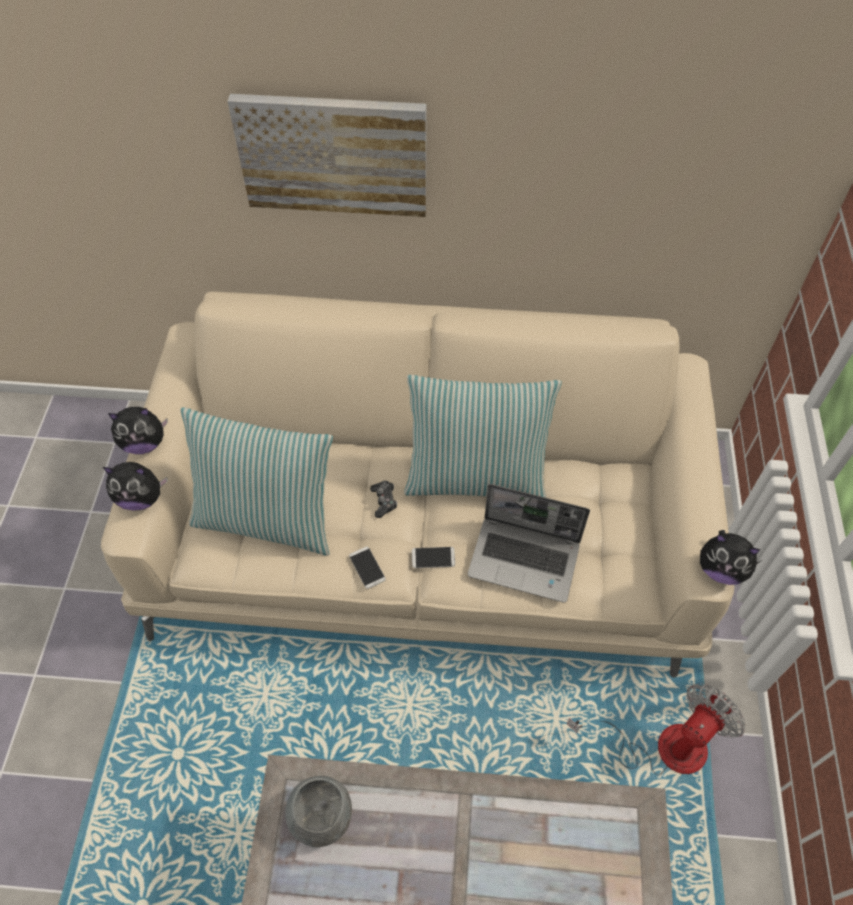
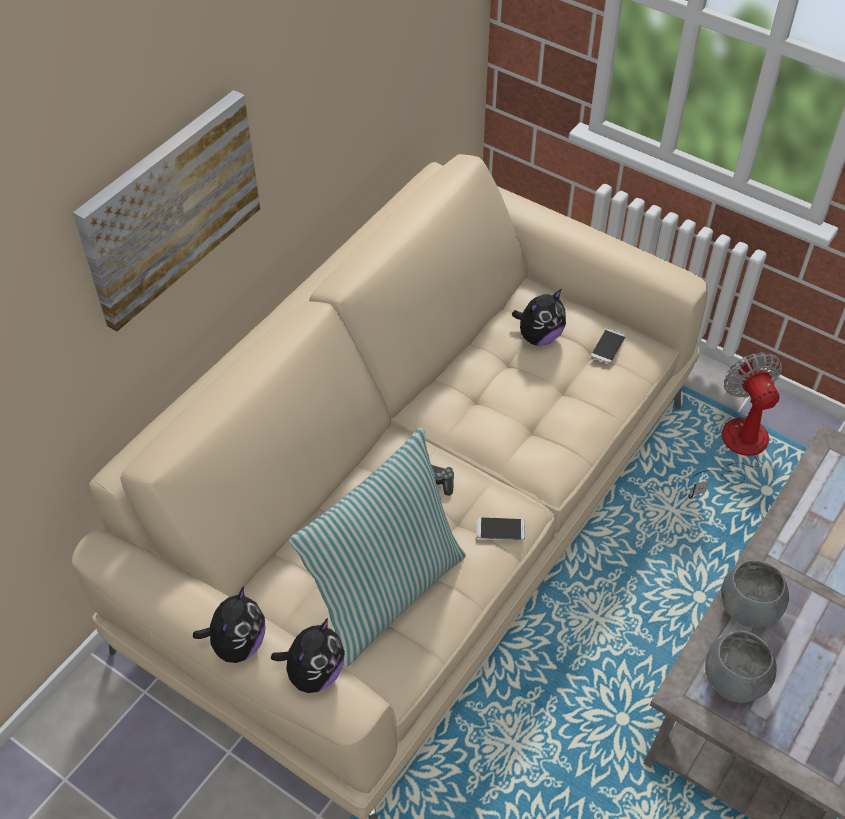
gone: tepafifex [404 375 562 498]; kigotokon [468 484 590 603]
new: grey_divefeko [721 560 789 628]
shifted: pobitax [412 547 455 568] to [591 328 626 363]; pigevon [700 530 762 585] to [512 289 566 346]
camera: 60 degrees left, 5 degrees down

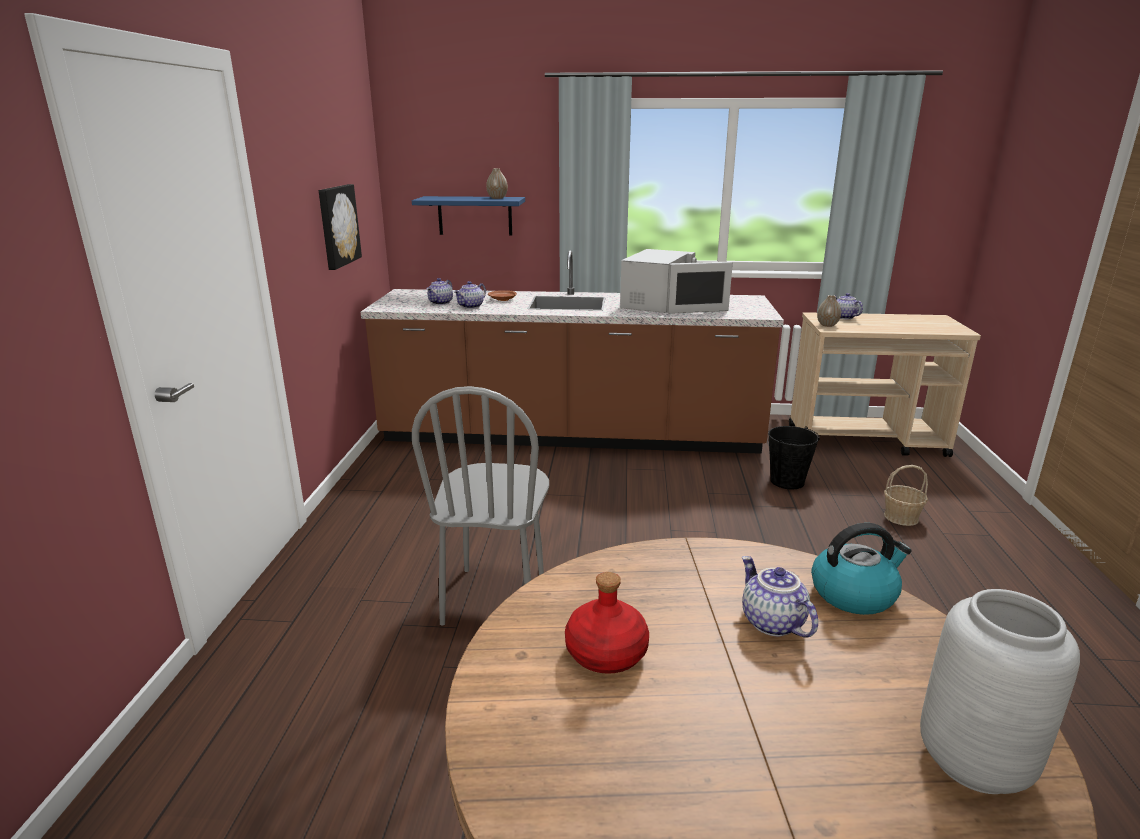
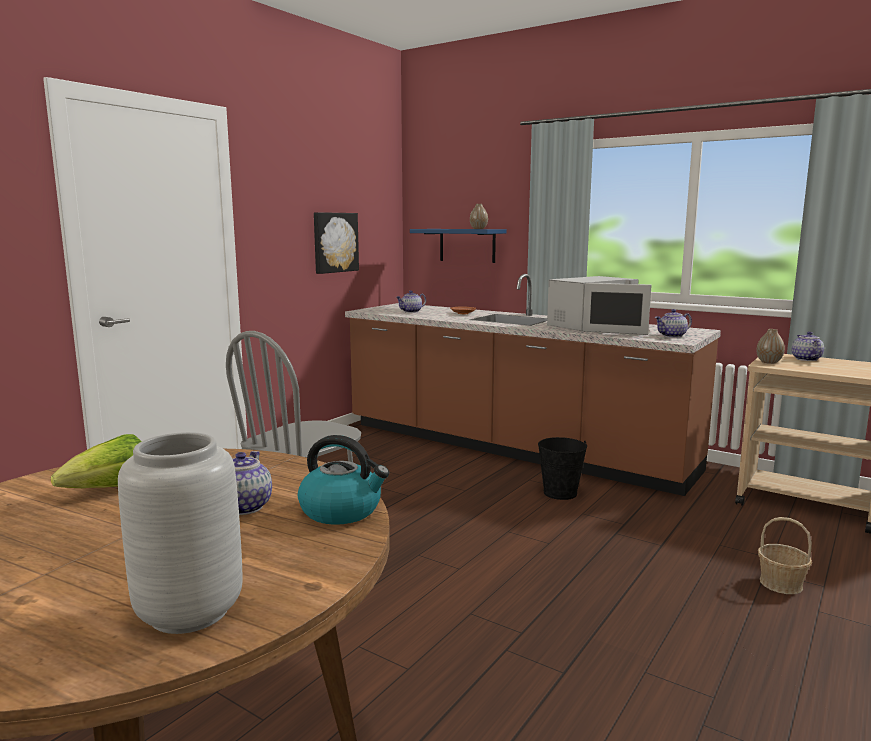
shifted: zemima [454 281 486 309] to [655 309 692 338]; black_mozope [768 426 820 489] to [538 437 587 500]
swapped: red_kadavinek [565 572 649 674] to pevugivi [51 434 142 488]
camera: 30 degrees right, 10 degrees down

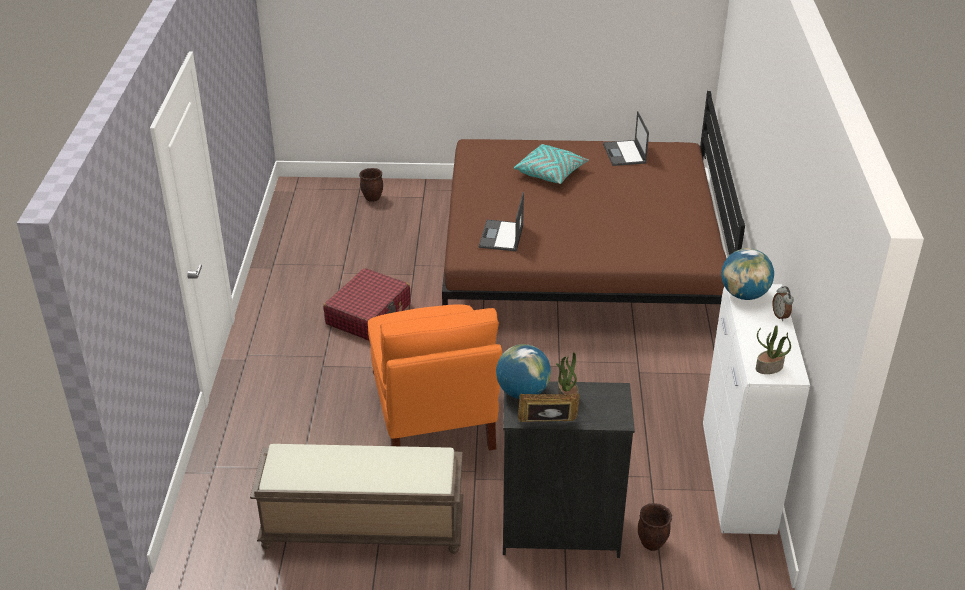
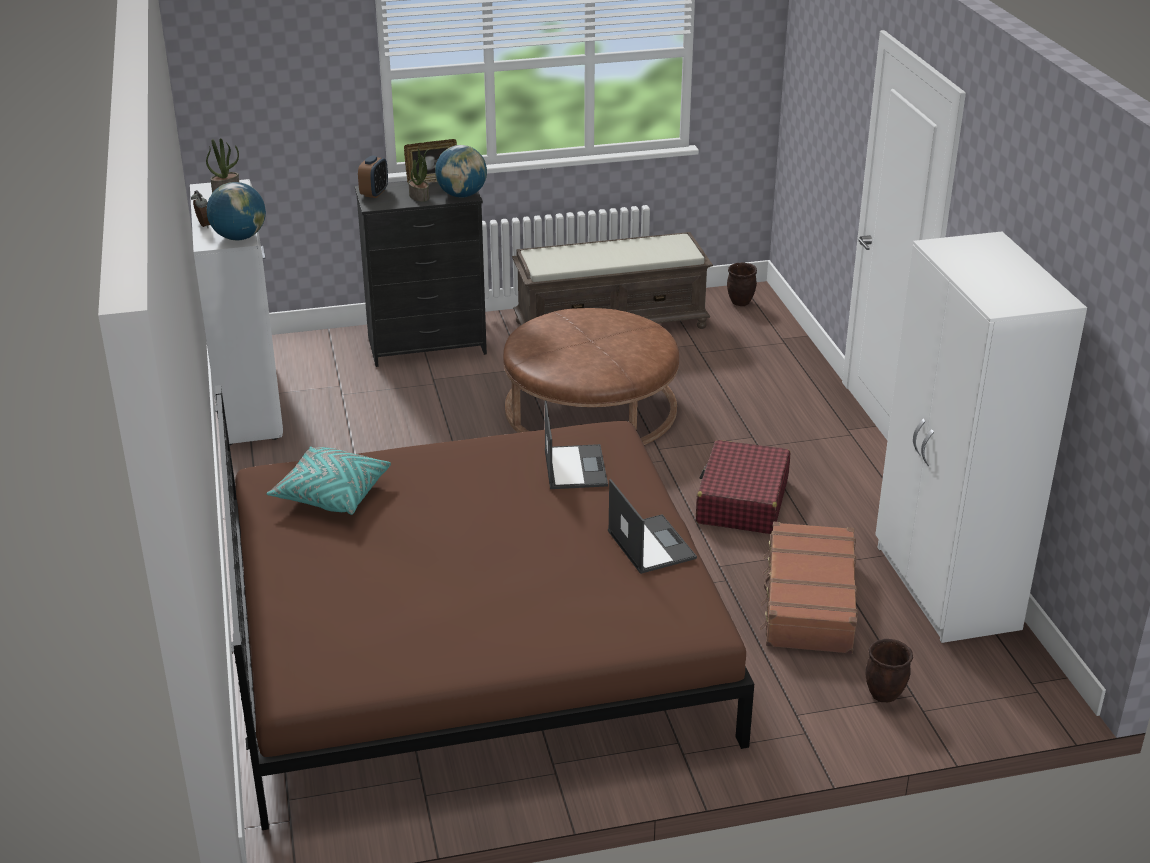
new: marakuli [358 156 388 198]; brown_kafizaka [760 522 858 654]; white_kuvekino [875 232 1087 643]
shifted: turquoise_tepafifex [514 144 589 184] to [267 446 391 515]; kigotokon [603 111 649 166] to [608 479 697 574]; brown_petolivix [638 503 672 551] to [727 262 757 306]
swapped: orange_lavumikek [368 304 502 451] to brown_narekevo [503 308 679 445]
camera: 165 degrees right, 5 degrees down

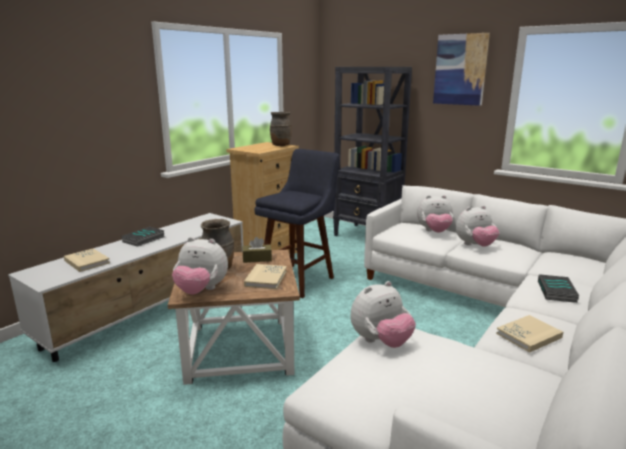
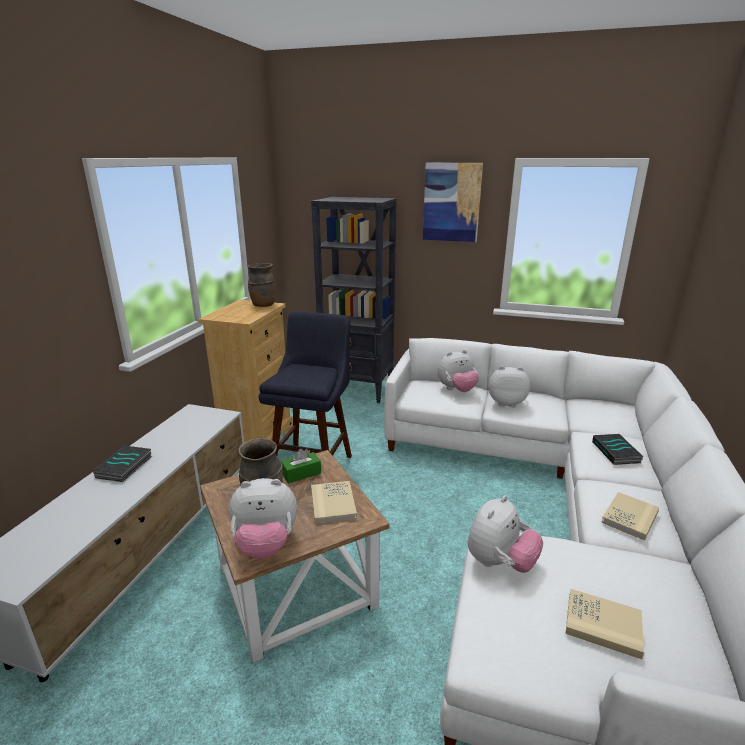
shifted: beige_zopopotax [64 248 110 272] to [565 589 644 659]
repainted: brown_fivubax [242 237 272 263] to green_fivubax [281 449 321 483]
rotated: pigevon [456 206 499 247] = [488 366 530 407] 135 degrees counterclockwise
camera: 20 degrees left, 5 degrees up

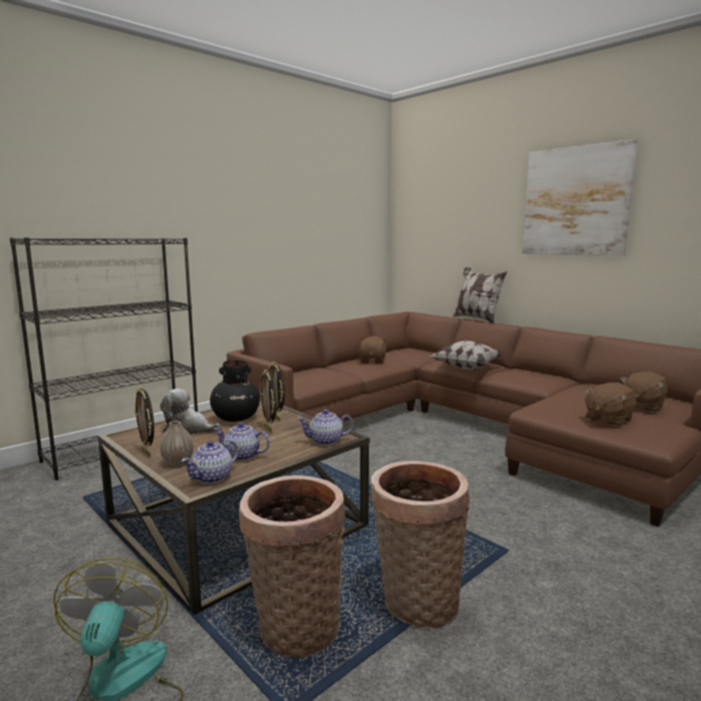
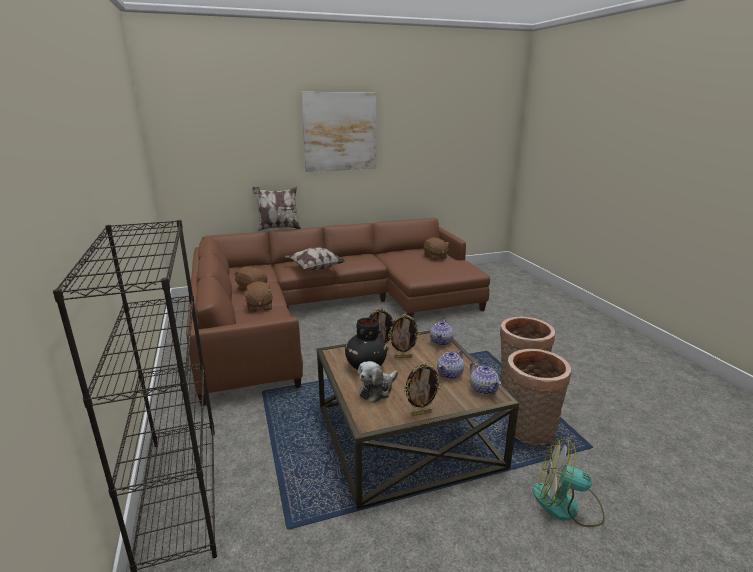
gone: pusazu [160 421 194 466]
shifted: brown_pigevon [584 382 636 426] to [243 281 273 312]
camera: 65 degrees left, 10 degrees up

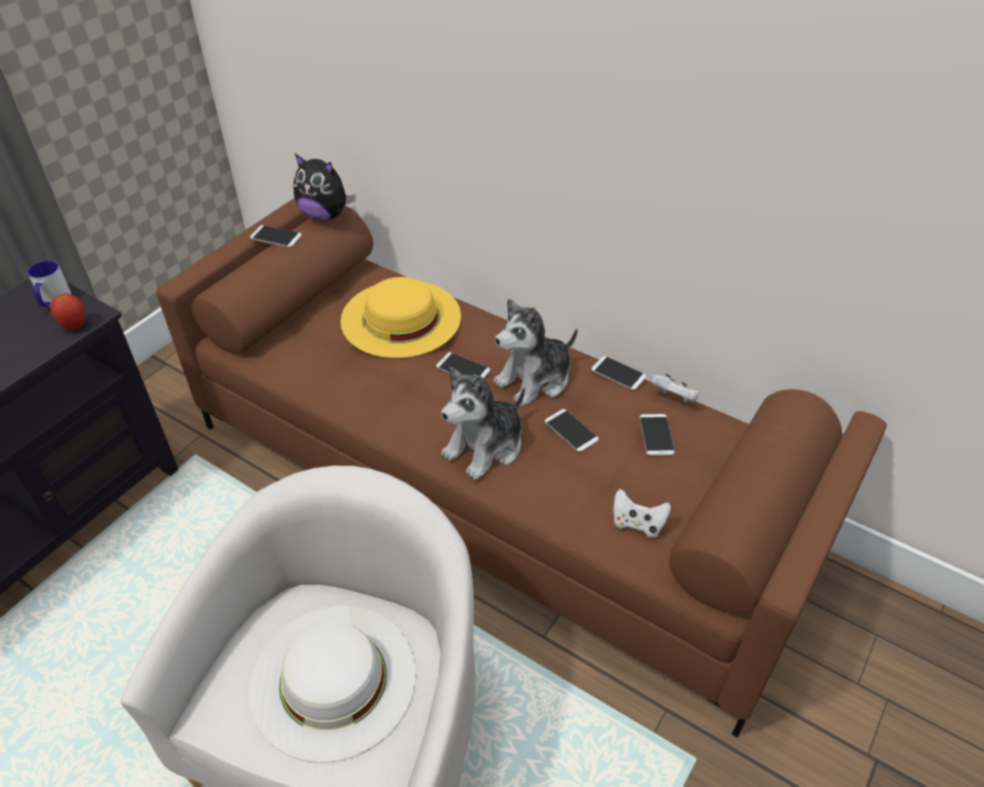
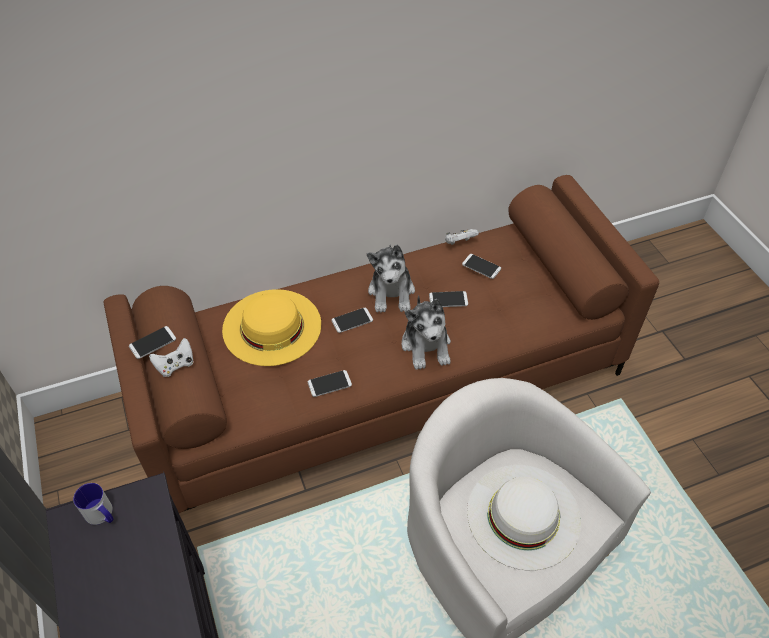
gone: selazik [50 293 85 330]; pigevon [293 154 356 221]
shifted: pobitax [591 356 646 390] to [308 370 352 397]; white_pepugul [613 489 671 538] to [149 338 194 377]
camera: 55 degrees left, 5 degrees up

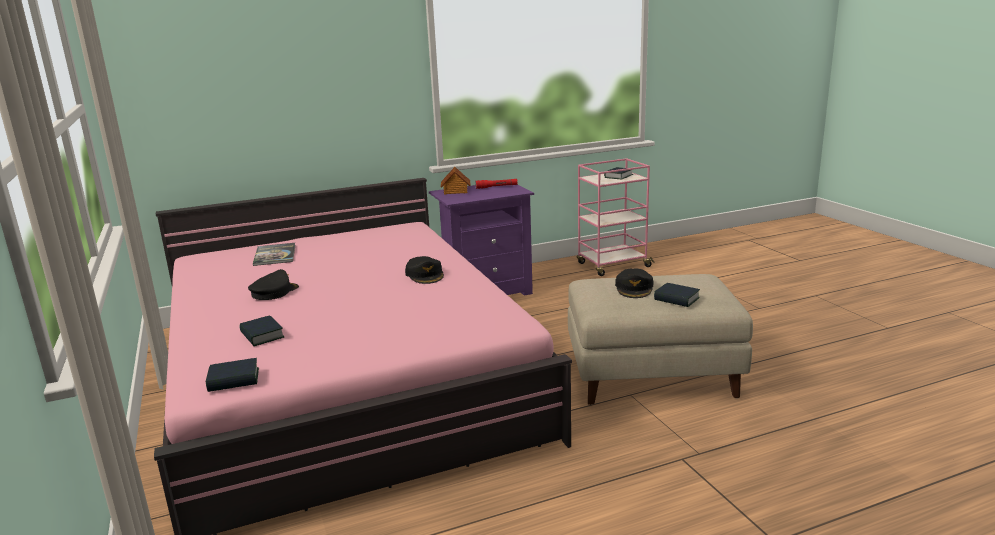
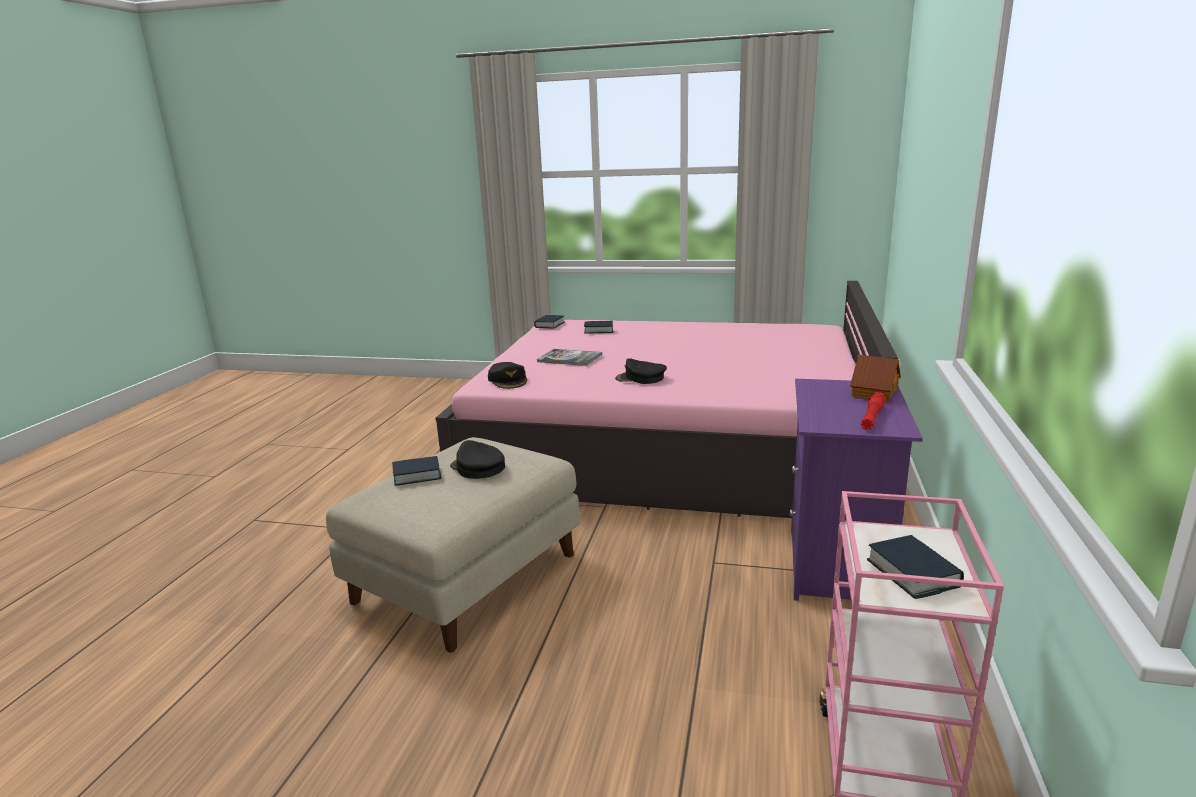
shifted: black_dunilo [248 269 299 300] to [488 362 527 389]; zopopotax [253 243 295 266] to [537 349 602 366]
camera: 125 degrees right, 0 degrees up

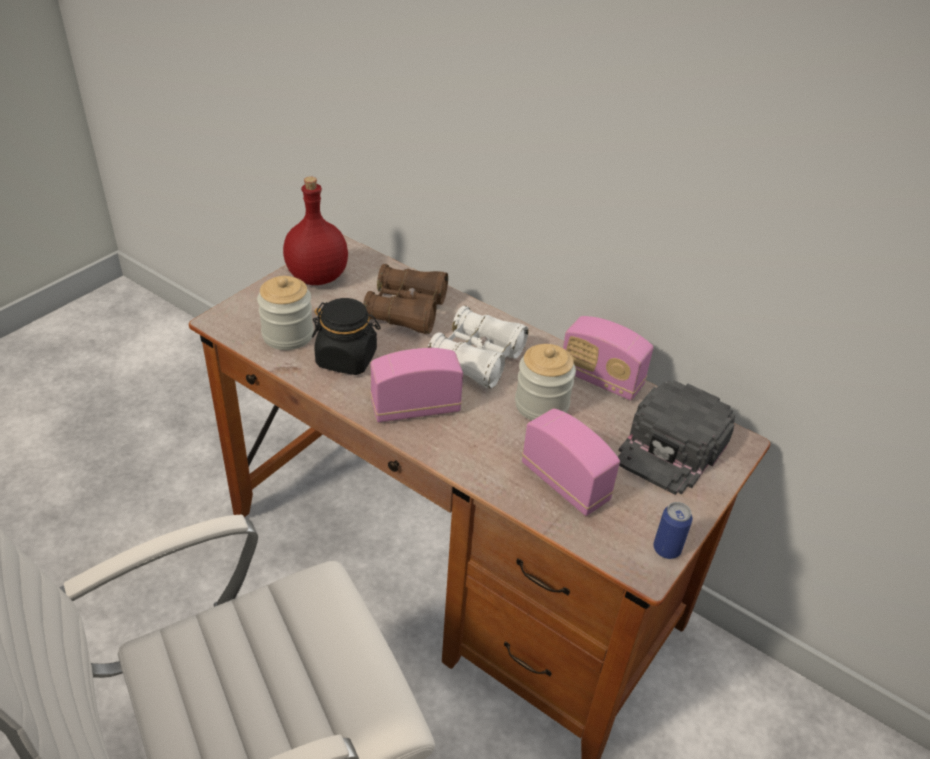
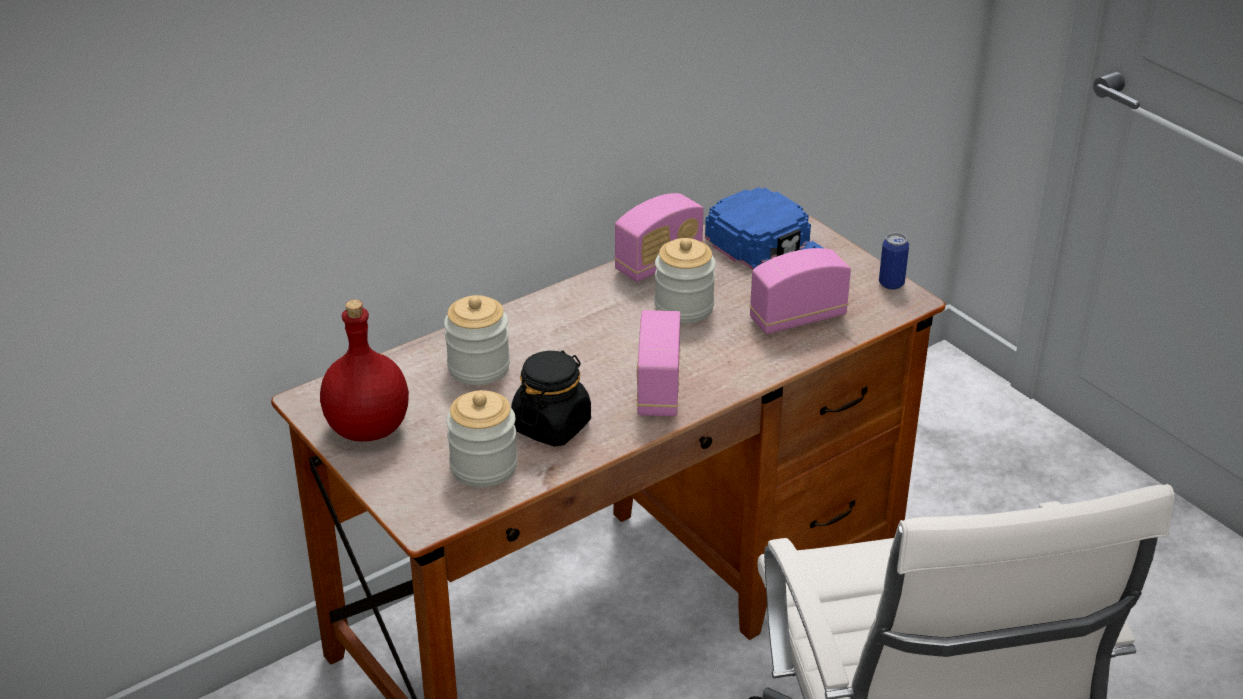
gone: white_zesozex [427 306 528 388]
swapped: brown_zesozex [363 264 448 334] to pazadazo [444 295 510 385]
repainted: black_dunilo [618 380 736 495] to blue_dunilo [705 187 823 270]
camera: 70 degrees left, 5 degrees down

